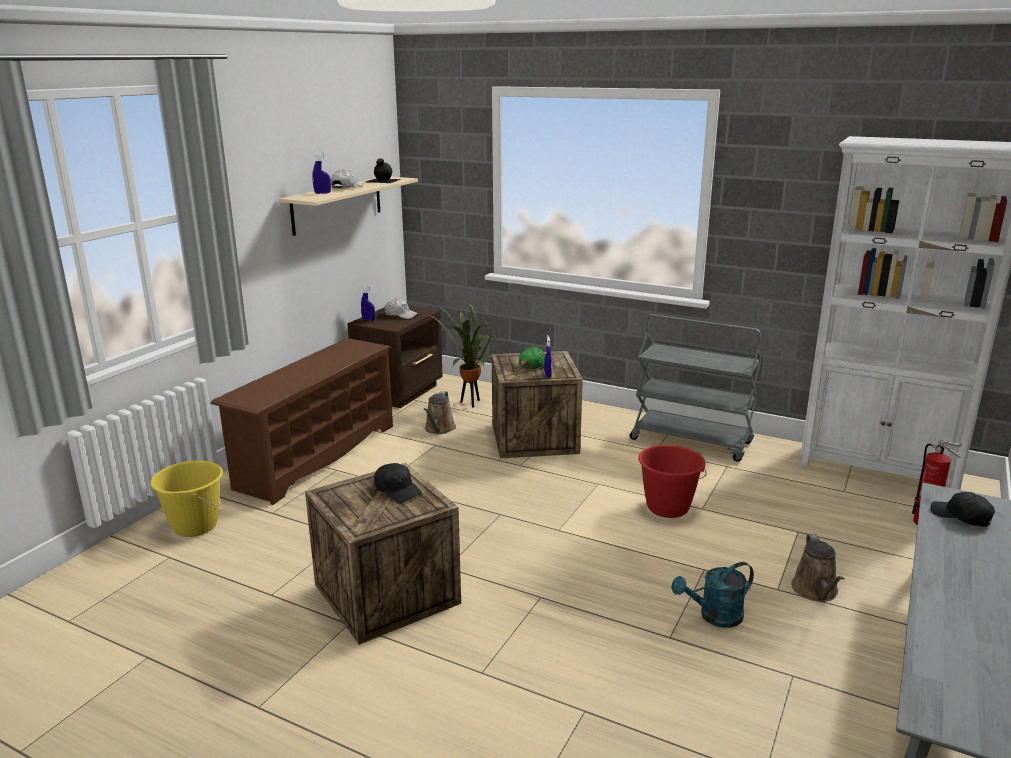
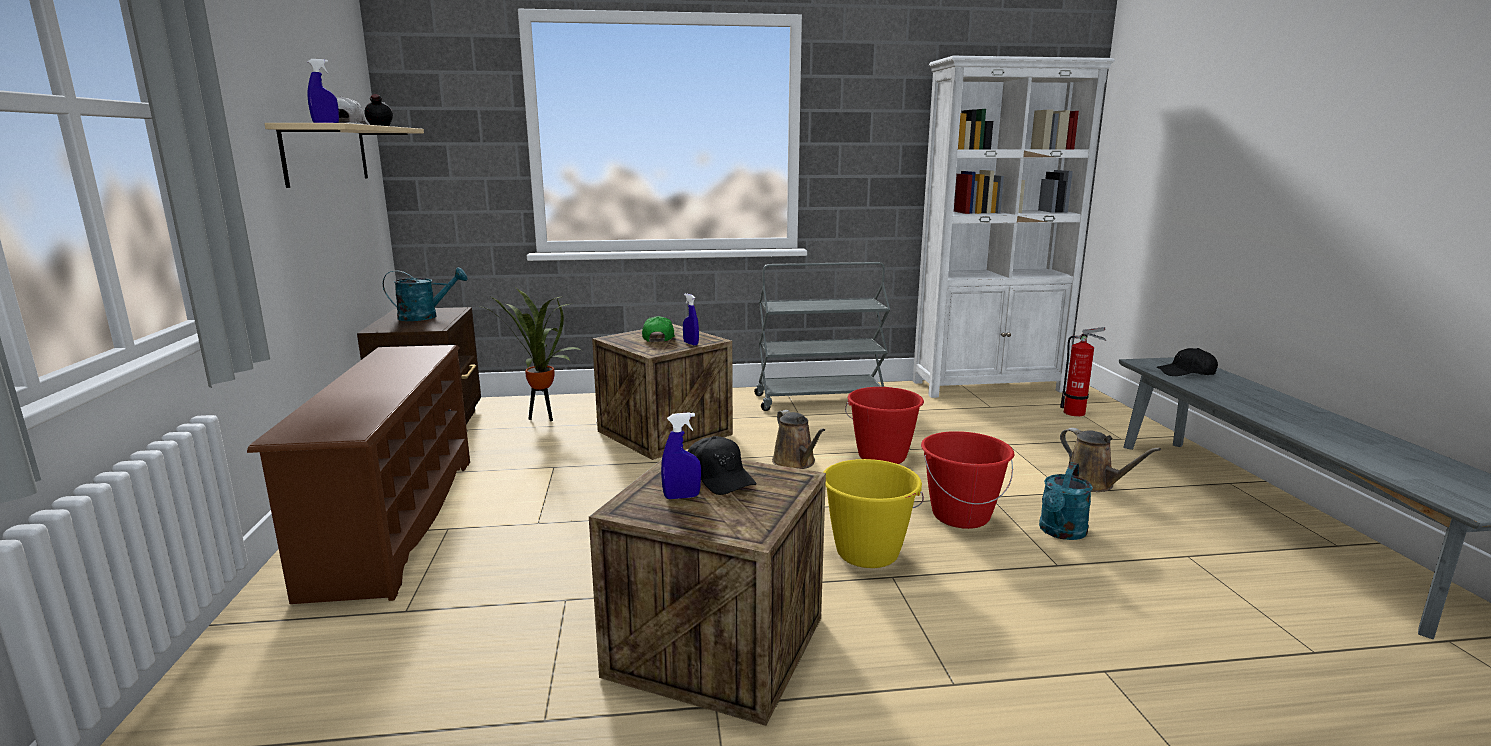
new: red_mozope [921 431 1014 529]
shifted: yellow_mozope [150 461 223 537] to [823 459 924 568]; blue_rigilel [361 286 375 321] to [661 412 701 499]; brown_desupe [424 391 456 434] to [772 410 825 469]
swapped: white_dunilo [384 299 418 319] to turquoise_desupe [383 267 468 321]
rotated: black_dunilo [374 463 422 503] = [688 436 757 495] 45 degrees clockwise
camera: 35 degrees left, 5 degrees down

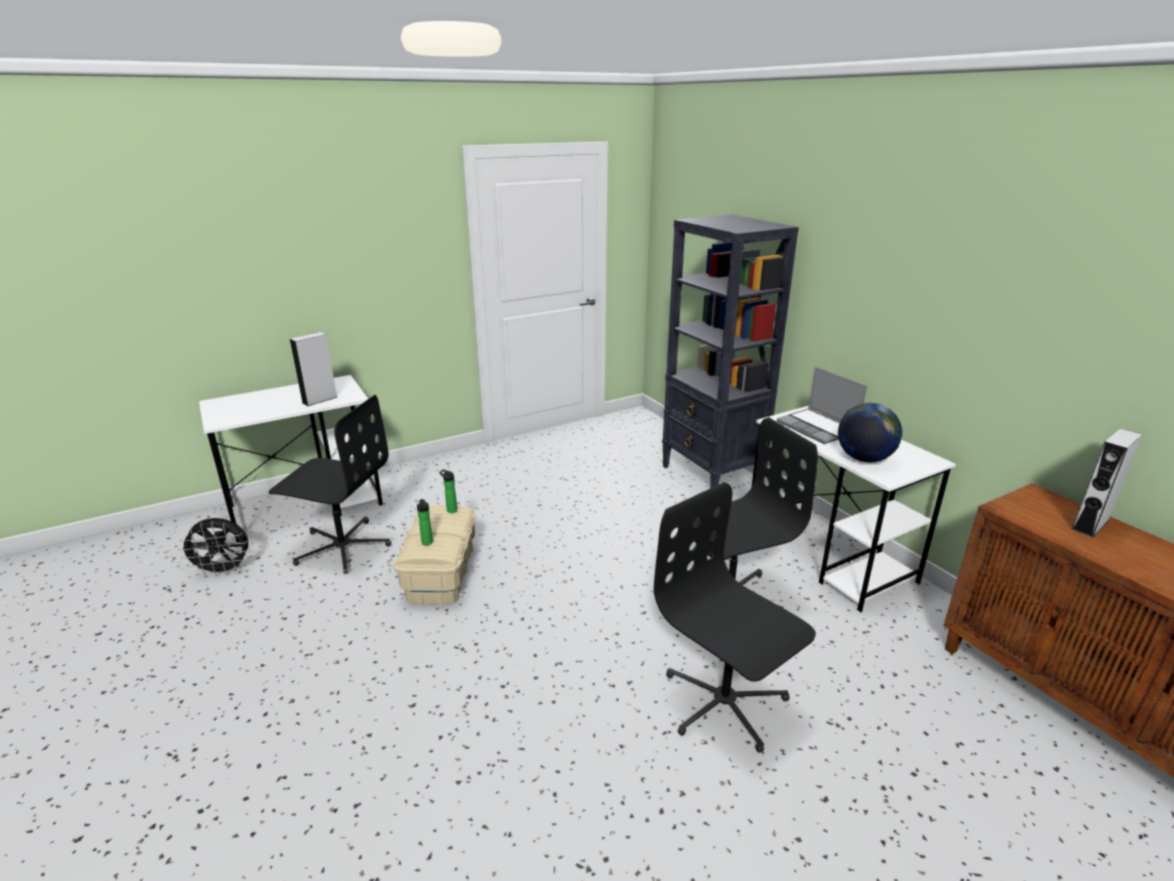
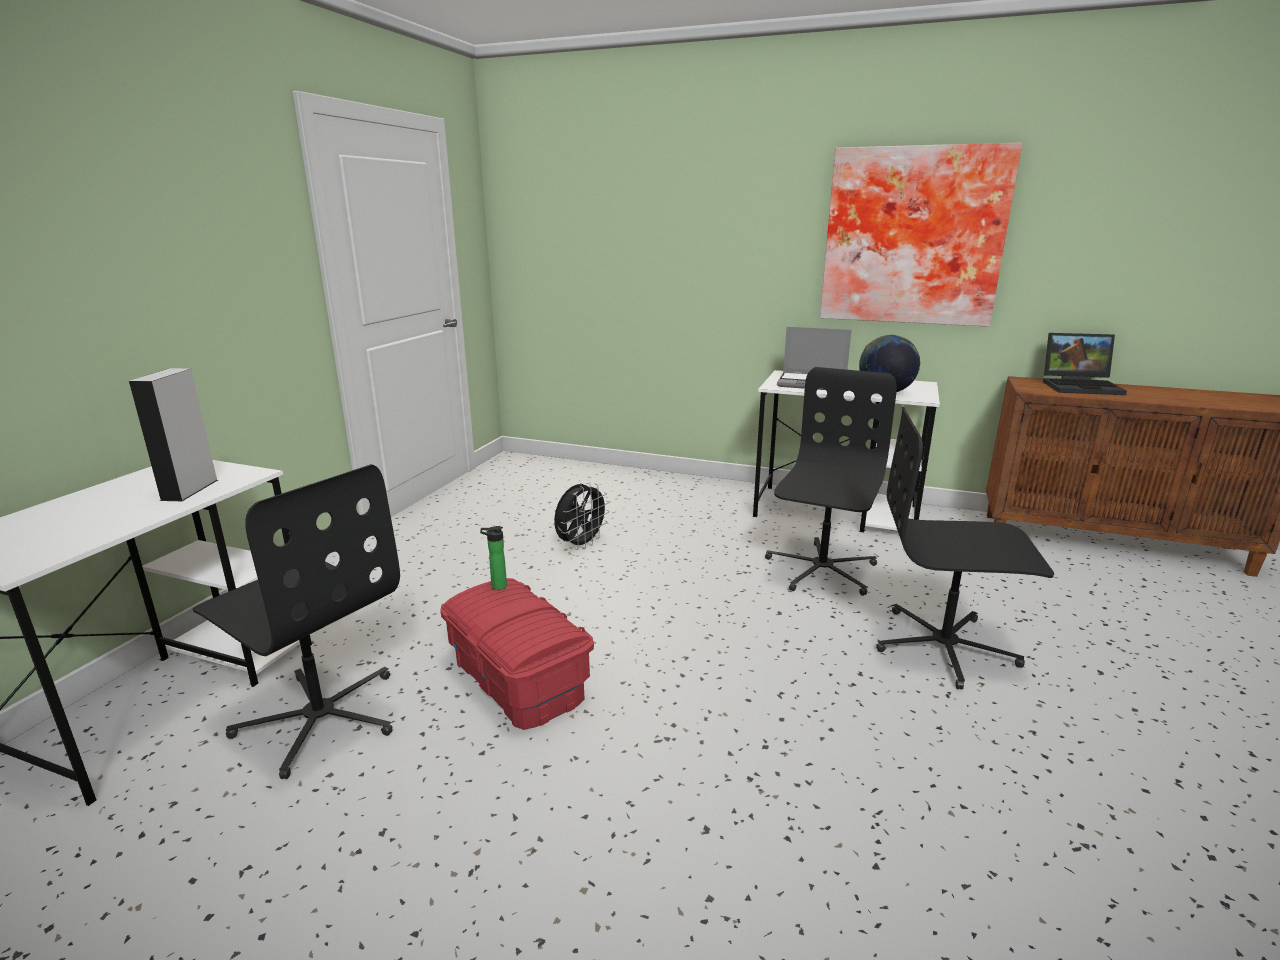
gone: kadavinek [417 499 433 545]; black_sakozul [662 215 799 488]
new: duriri [820 142 1022 327]
shifted: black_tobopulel [178 518 250 576] to [554 483 610 550]
swapped: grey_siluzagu [1071 428 1142 538] to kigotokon [1043 333 1127 395]
repainted: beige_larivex [393 505 476 605] to red_larivex [440 578 594 730]
rotated: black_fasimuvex [269 395 391 574] = [193 464 400 779] 60 degrees clockwise
camera: 40 degrees left, 5 degrees down

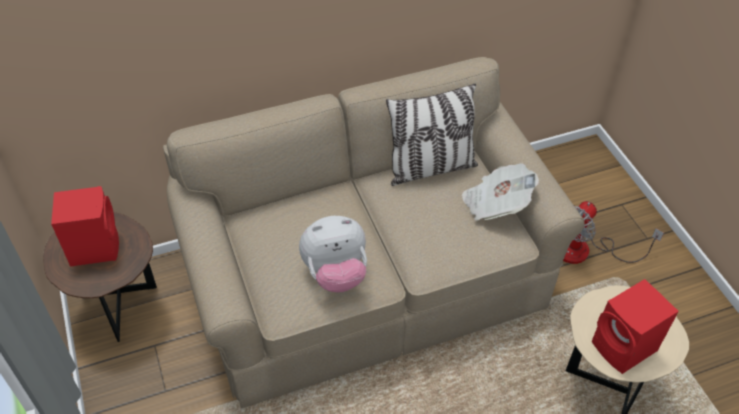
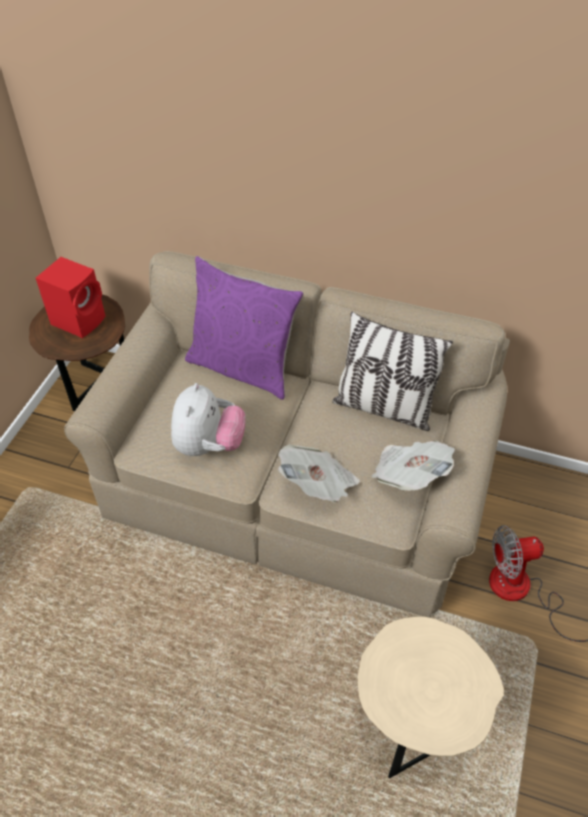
gone: red_siluzagu [592 279 679 374]
new: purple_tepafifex [185 256 304 400]; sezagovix [278 444 360 502]
rotated: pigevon [299 216 367 293] = [171 383 246 456] 105 degrees counterclockwise
camera: 40 degrees right, 0 degrees up

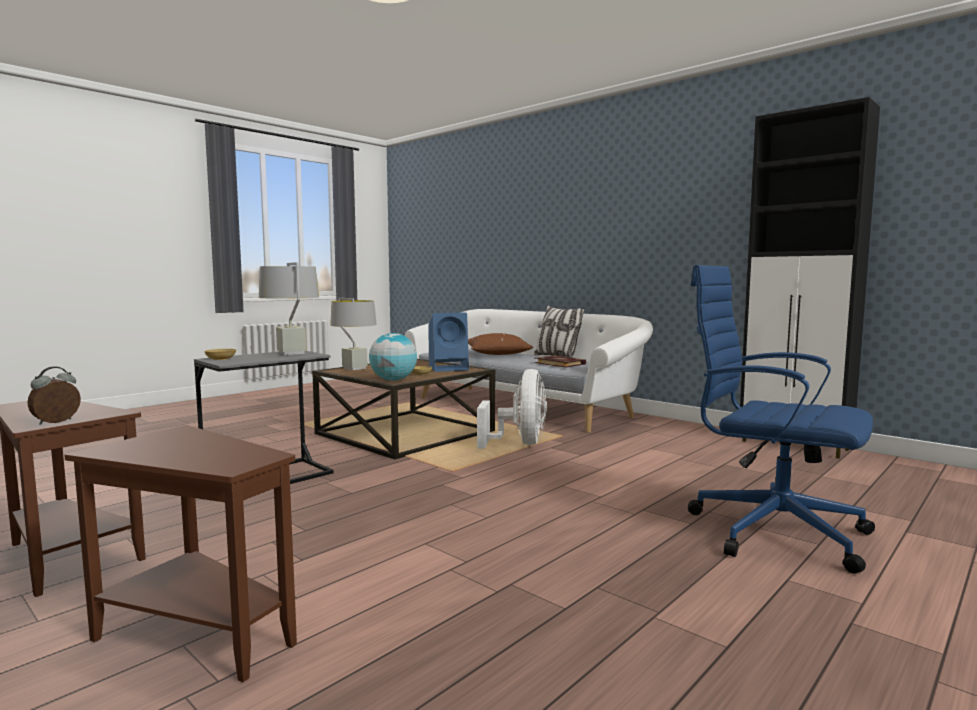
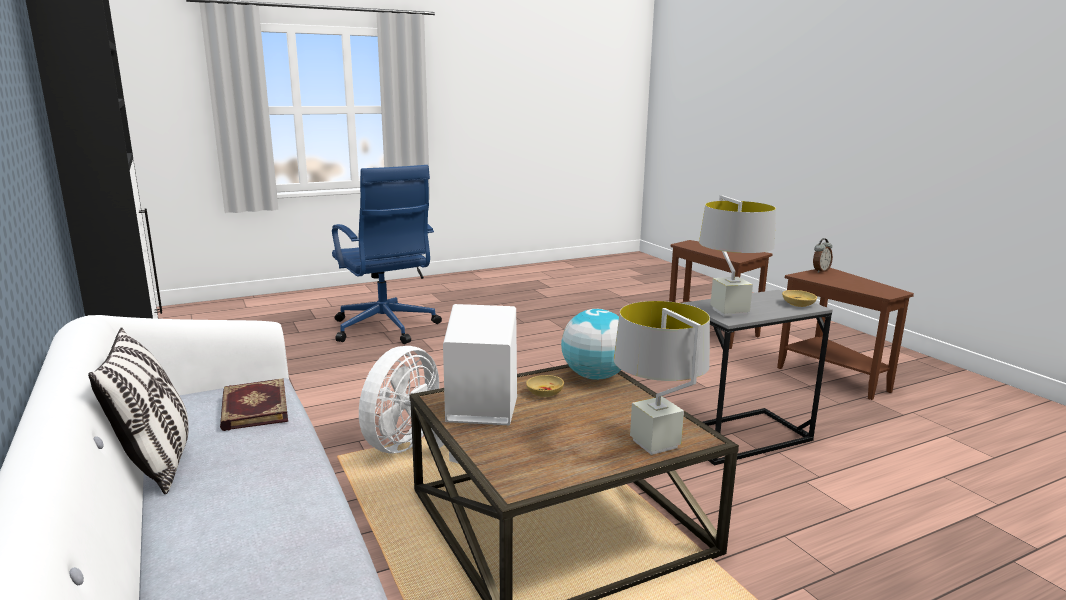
gone: brown_tepafifex [468 333 533 355]
repainted: blue_siluzagu [428 312 469 372] to white_siluzagu [443 304 517 425]
camera: 160 degrees left, 10 degrees up

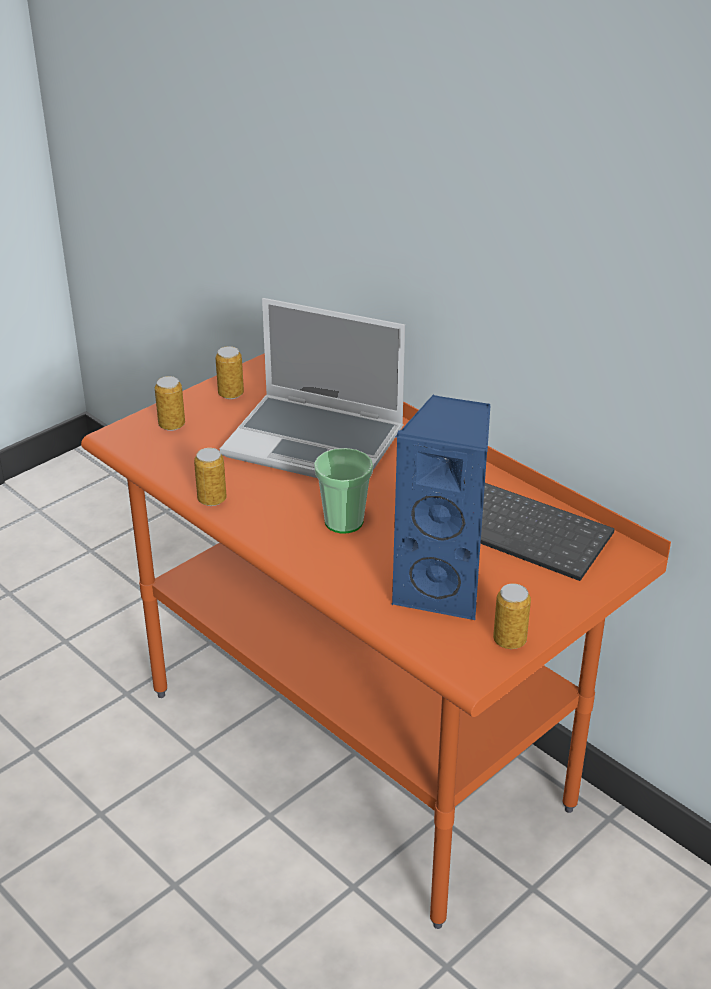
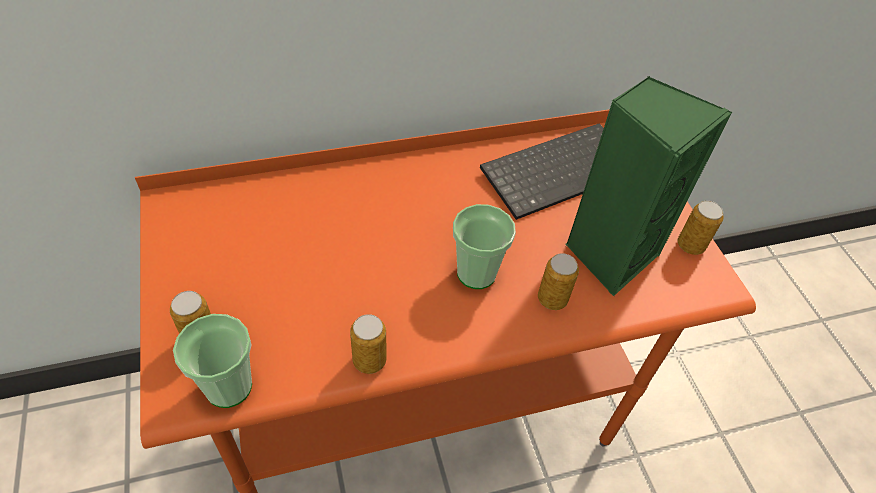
gone: kigotokon [220 298 405 478]
new: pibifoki [173 314 252 408]
shifted: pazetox [215 346 244 399] to [538 253 579 310]
repainted: blue_siluzagu [391 395 490 620] to green_siluzagu [566 76 732 296]
camera: 65 degrees left, 15 degrees up

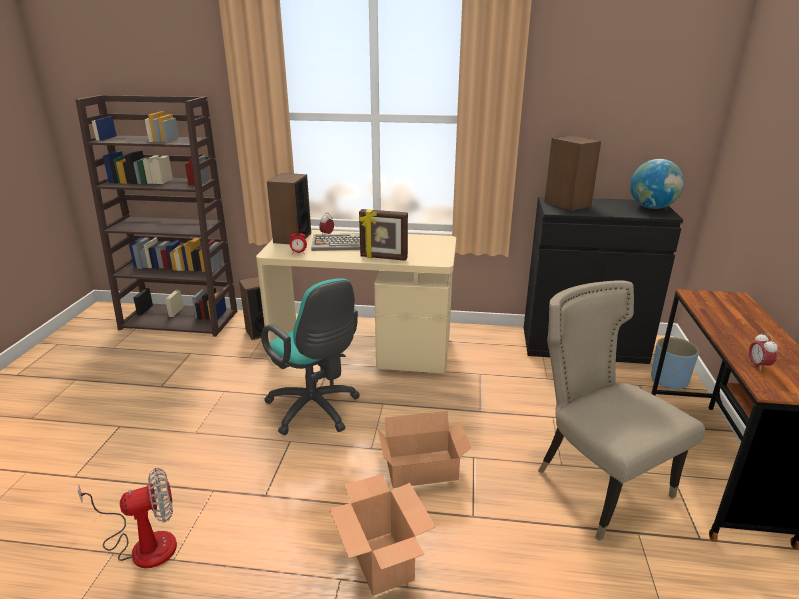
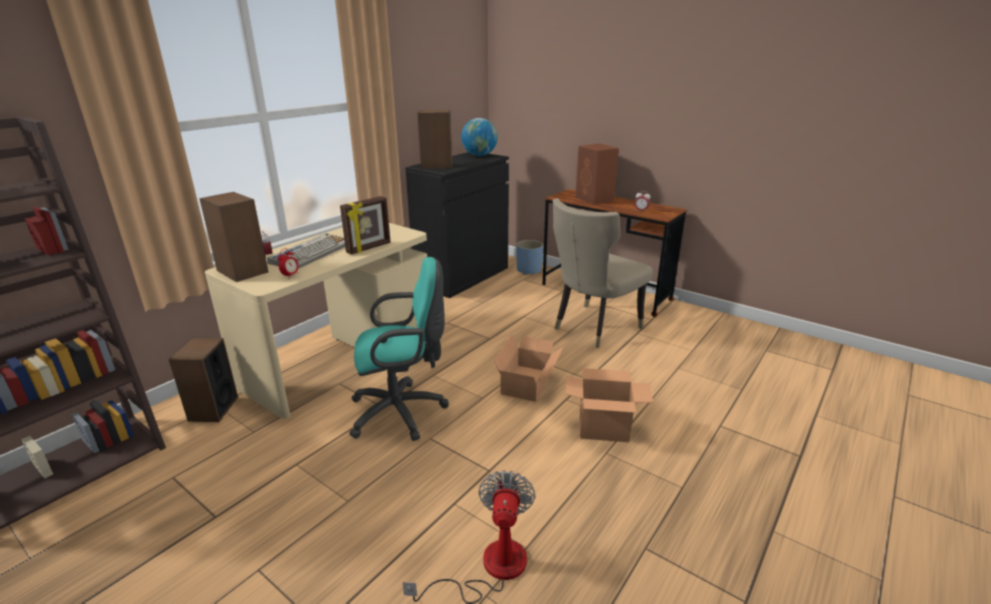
new: brown_siluzagu [575 144 619 205]
rotated: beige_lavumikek [538 280 705 541] = [553 198 653 348] 45 degrees counterclockwise
camera: 60 degrees left, 0 degrees up

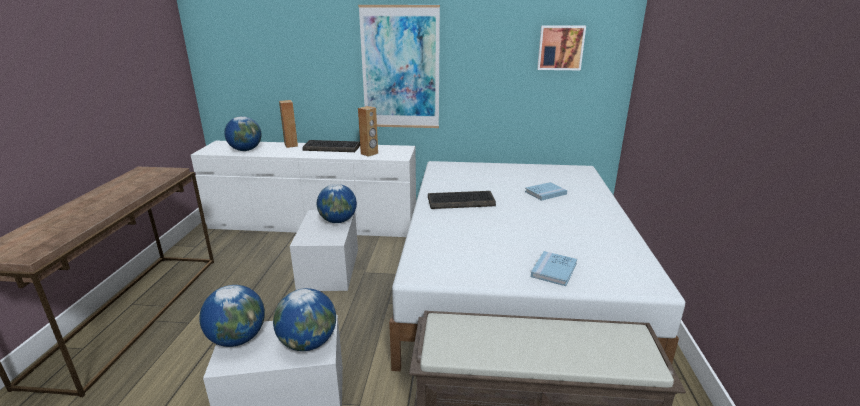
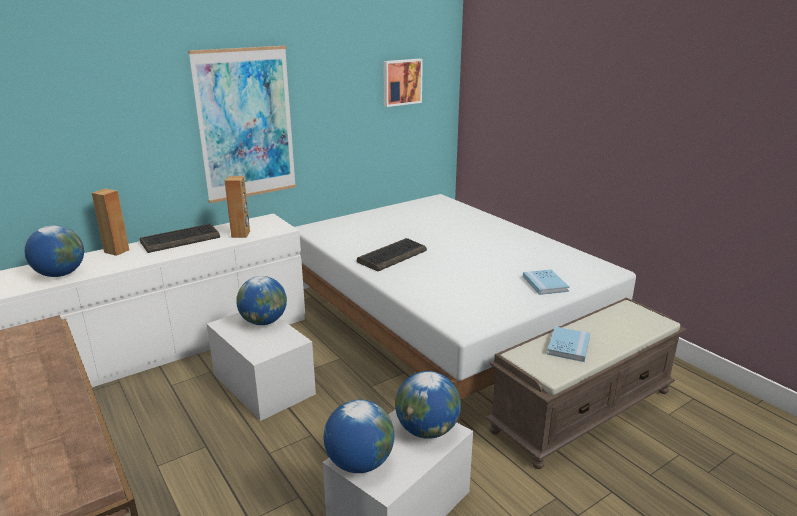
shifted: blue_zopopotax [525 182 567 201] to [547 326 590 362]
camera: 40 degrees left, 0 degrees up

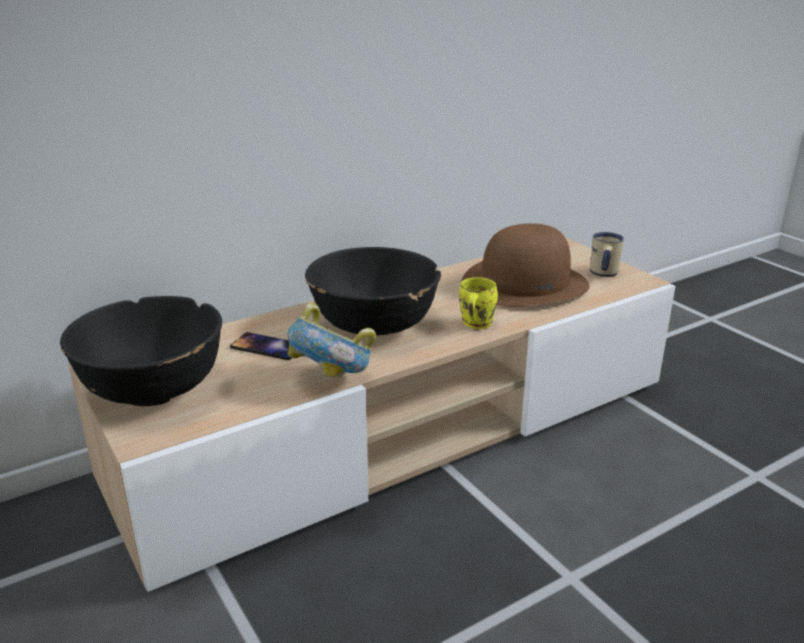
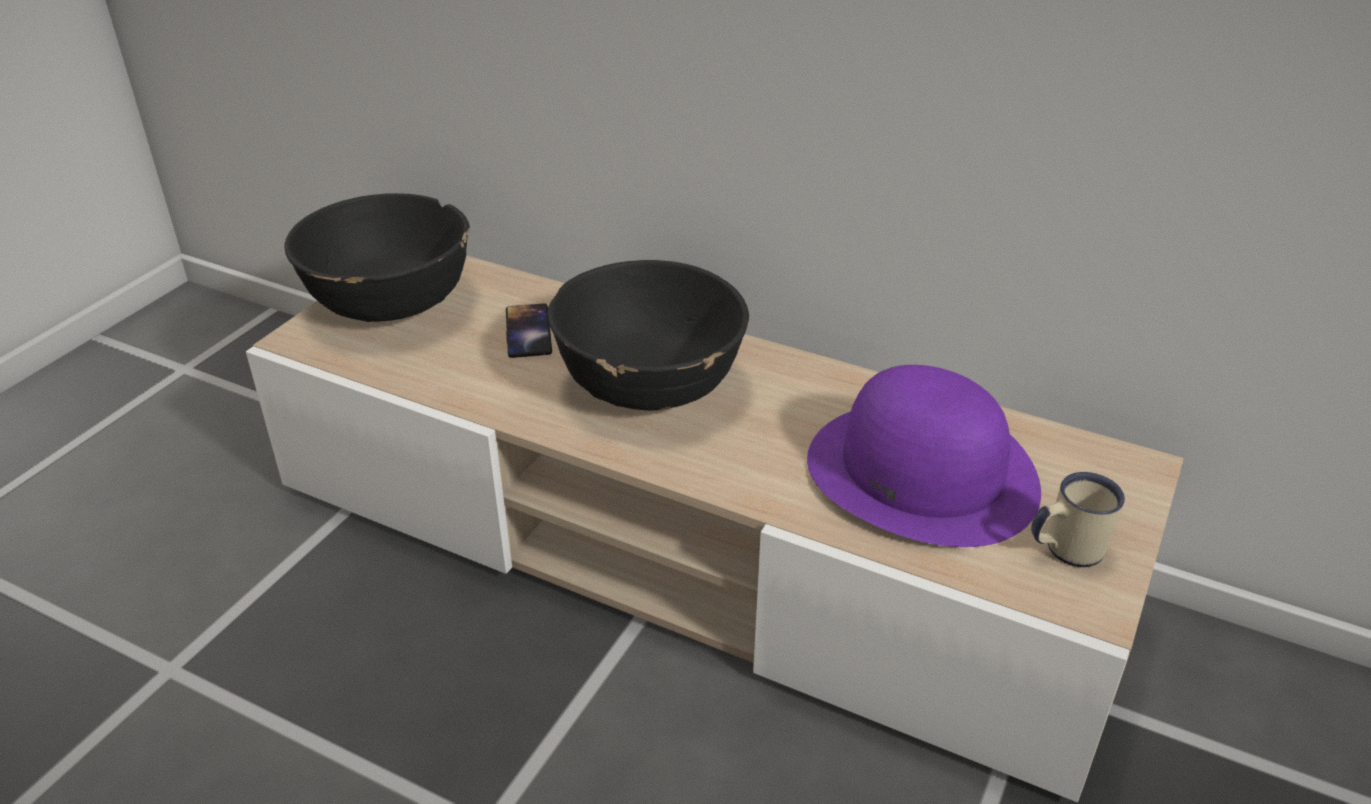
gone: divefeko [287 303 376 377]; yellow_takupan [459 277 498 329]
repainted: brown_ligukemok [461 223 590 306] to purple_ligukemok [807 365 1041 547]
camera: 60 degrees right, 10 degrees up

